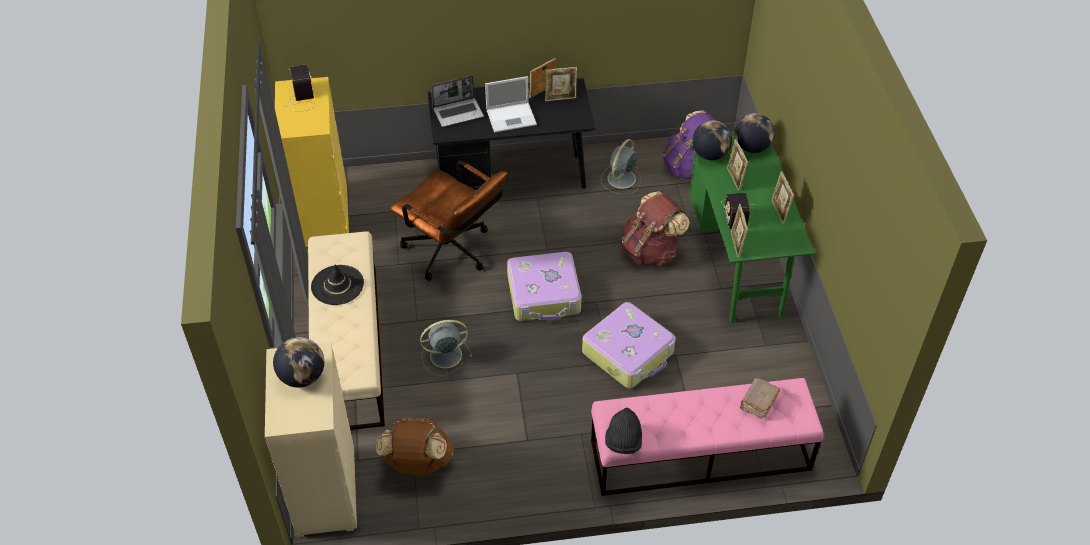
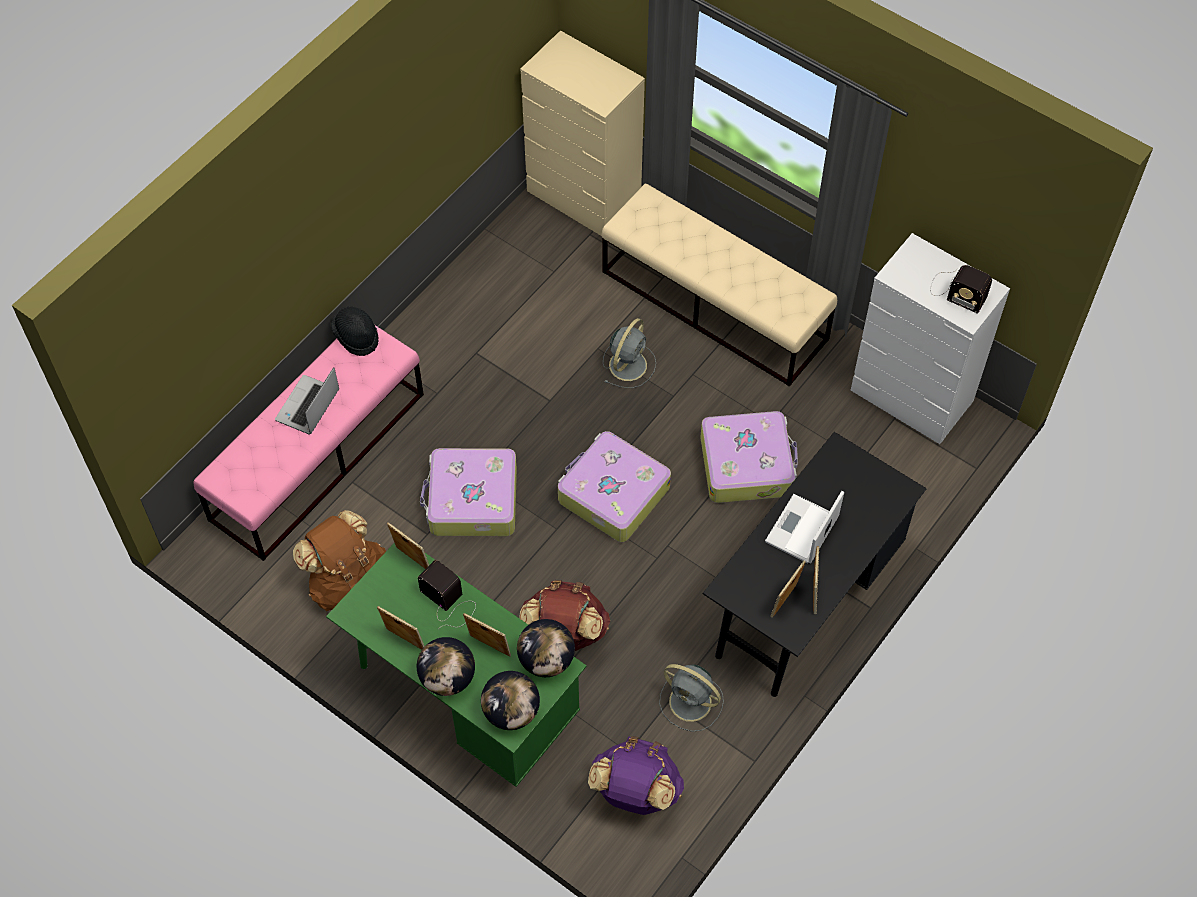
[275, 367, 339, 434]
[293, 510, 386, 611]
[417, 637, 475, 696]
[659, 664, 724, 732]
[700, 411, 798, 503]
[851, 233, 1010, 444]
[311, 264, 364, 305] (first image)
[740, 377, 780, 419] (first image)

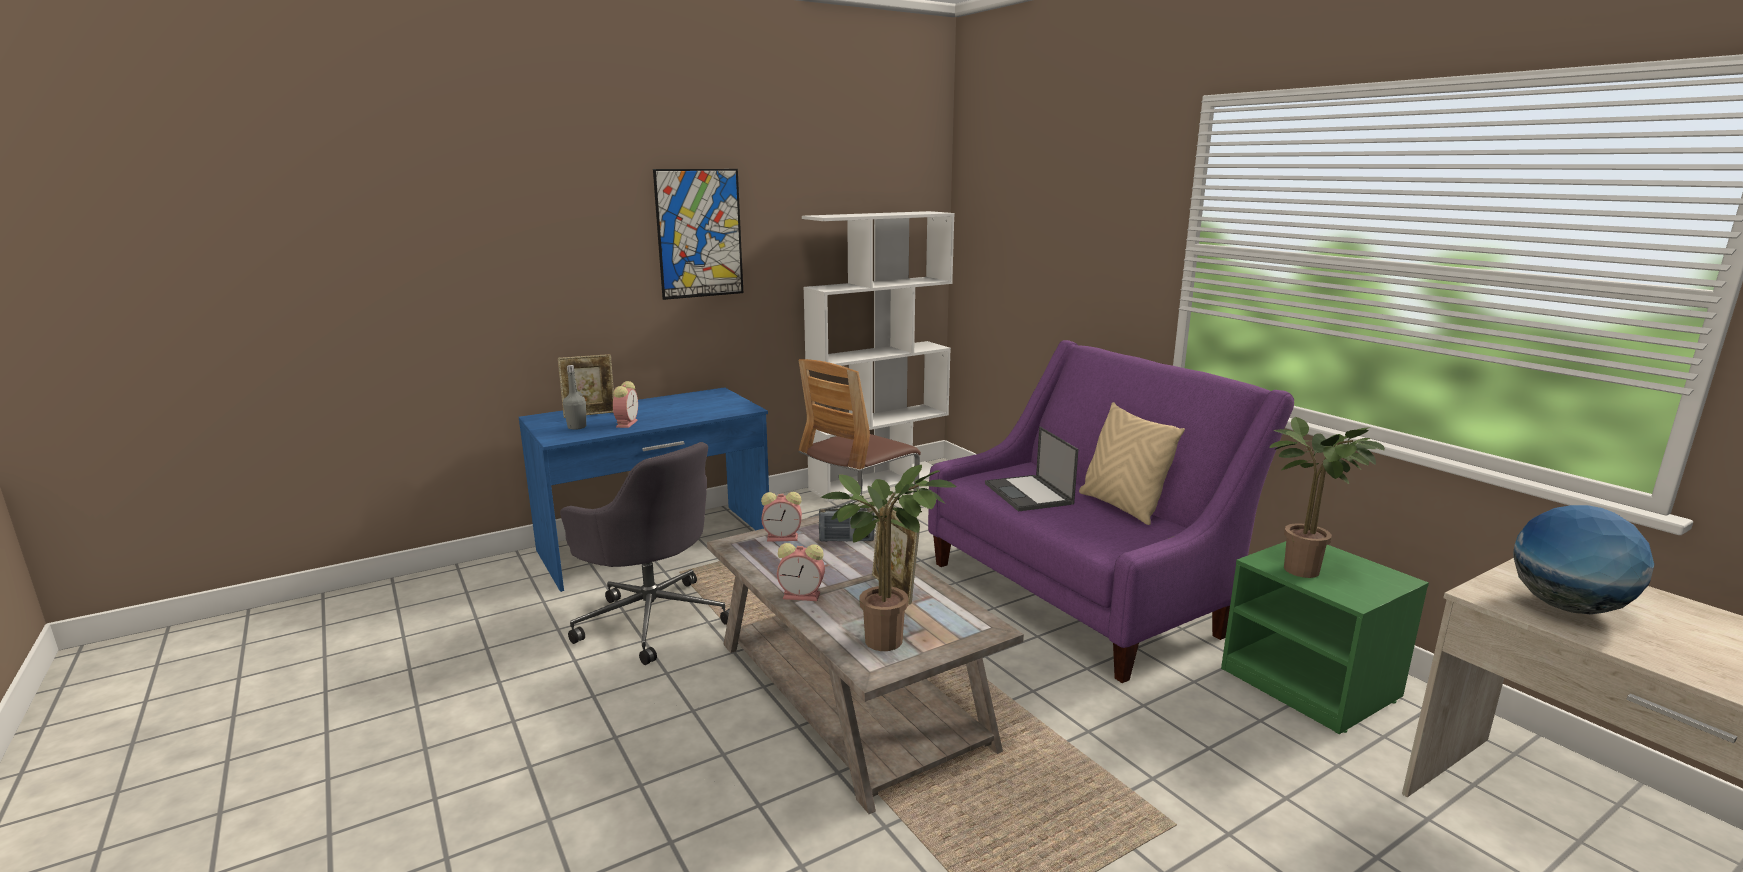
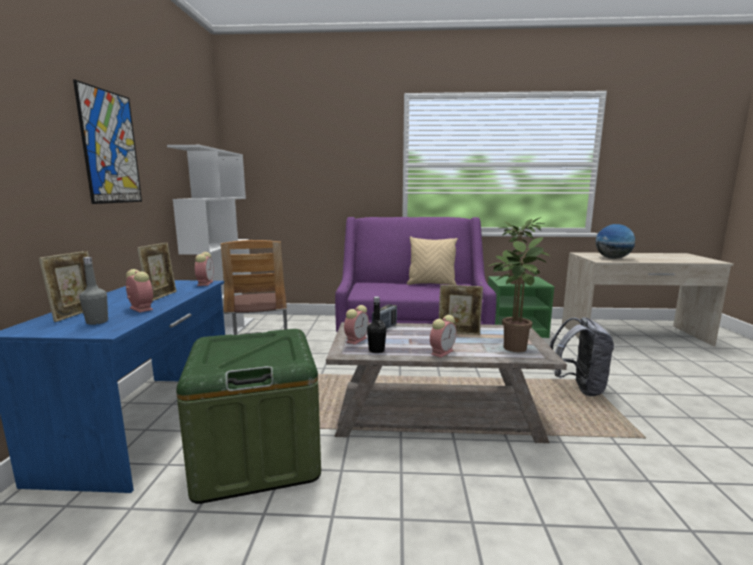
[137, 243, 176, 301]
[176, 329, 321, 504]
[195, 252, 213, 286]
[367, 296, 386, 353]
[550, 317, 614, 396]
[985, 426, 1079, 512] (first image)

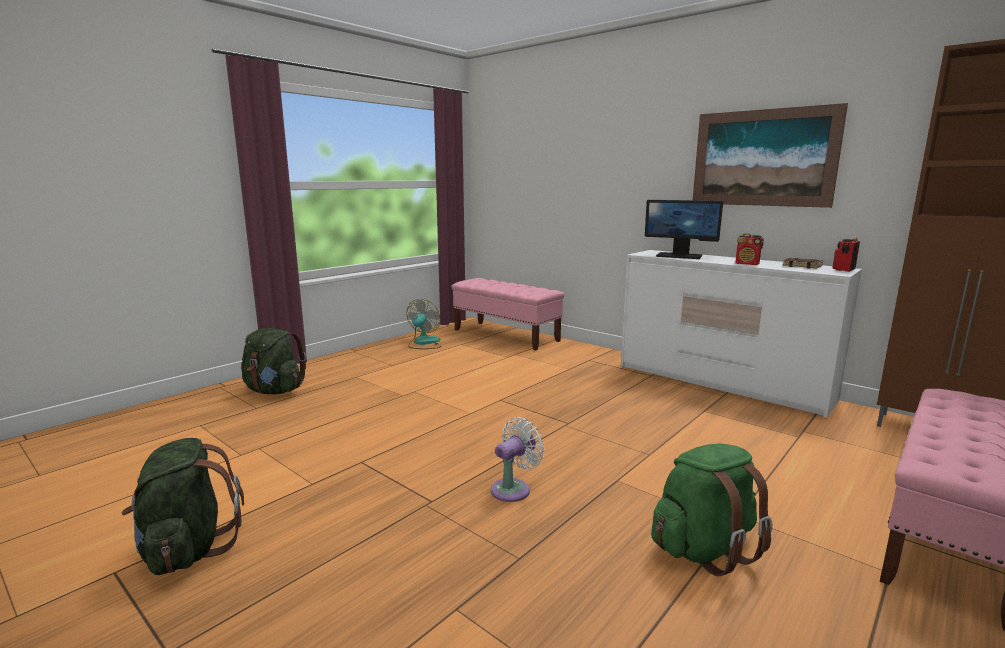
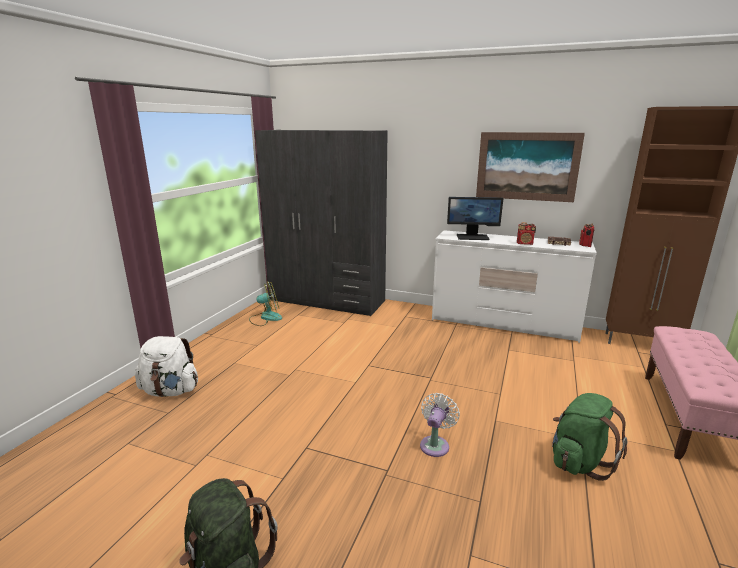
[135, 336, 198, 397]
[249, 281, 282, 326]
[255, 130, 388, 316]

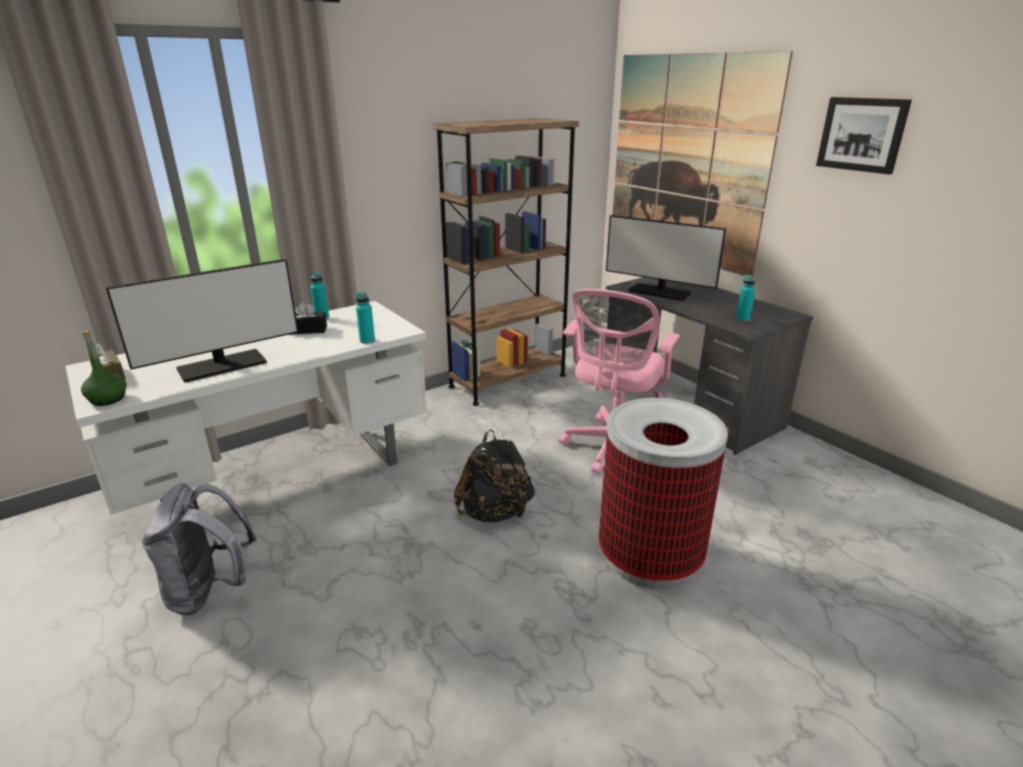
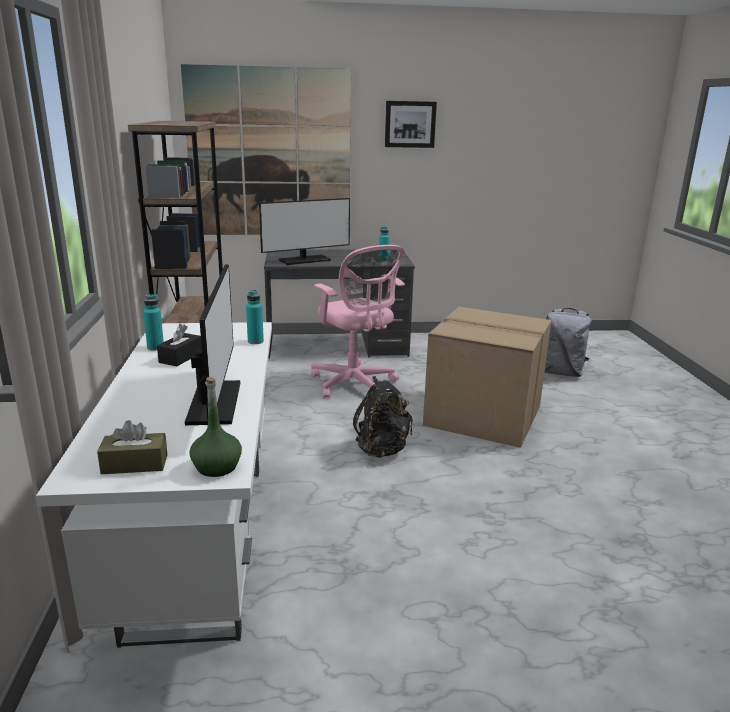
[423, 307, 552, 448]
[545, 308, 592, 377]

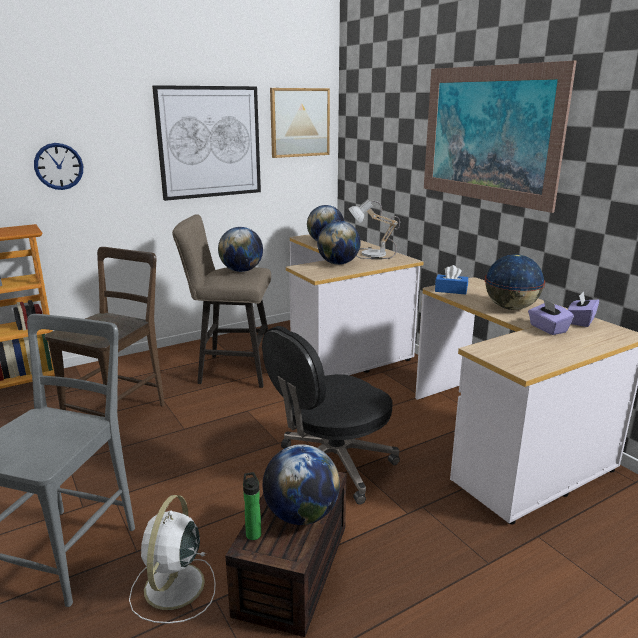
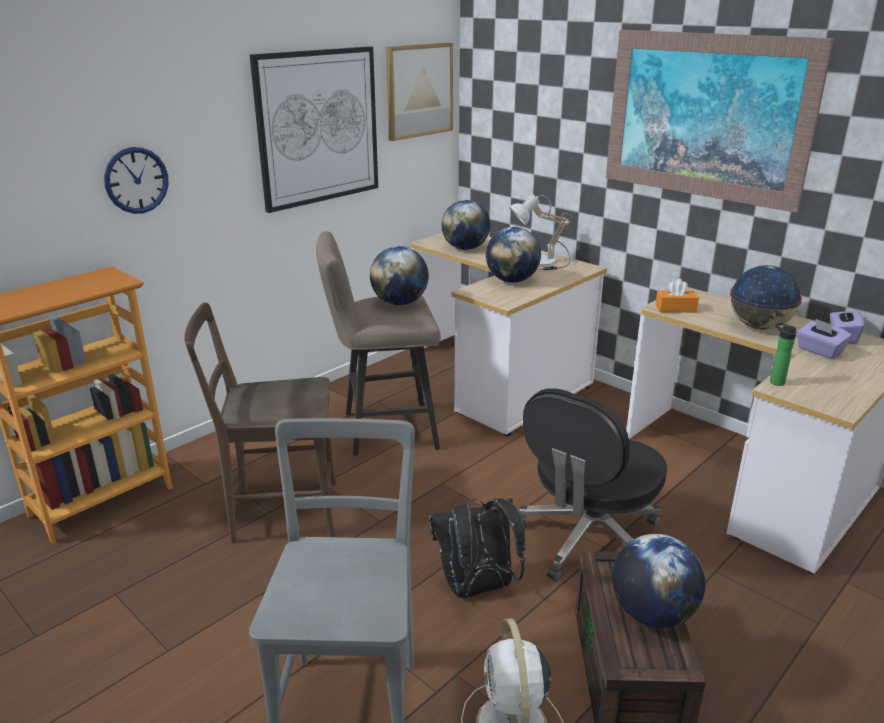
[184, 302, 337, 543]
[429, 498, 526, 598]
[656, 279, 699, 313]
[770, 323, 796, 386]

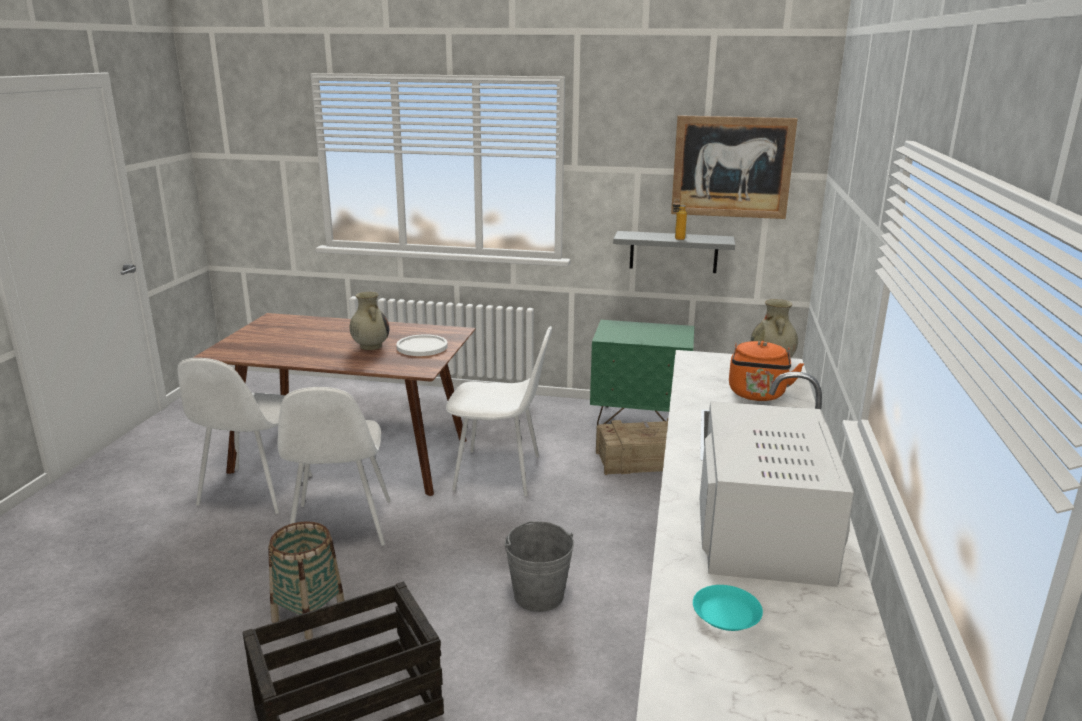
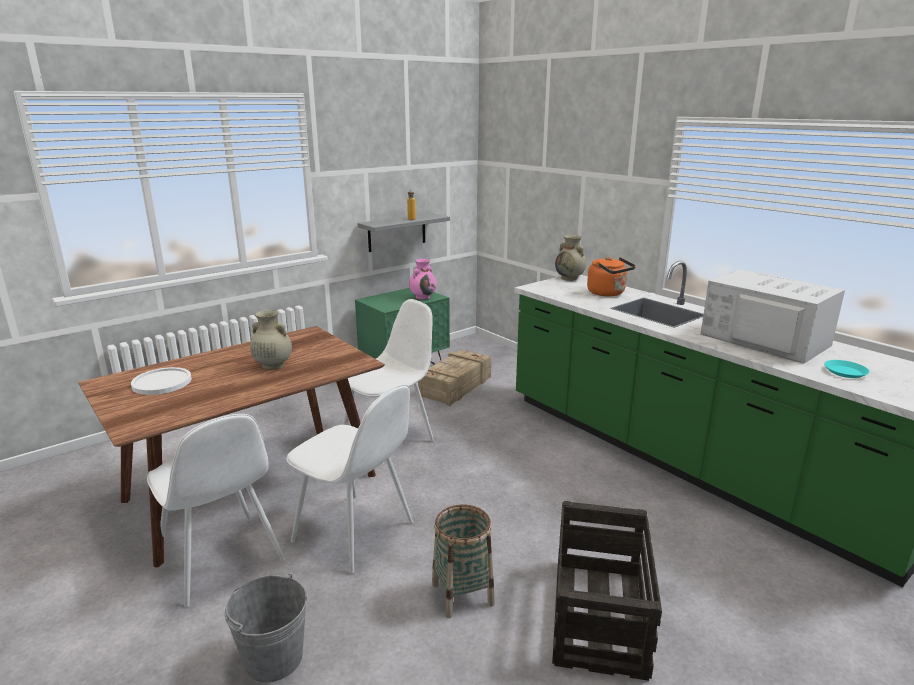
[131, 367, 192, 395]
[225, 574, 307, 683]
[409, 259, 436, 299]
[671, 115, 798, 219] (first image)

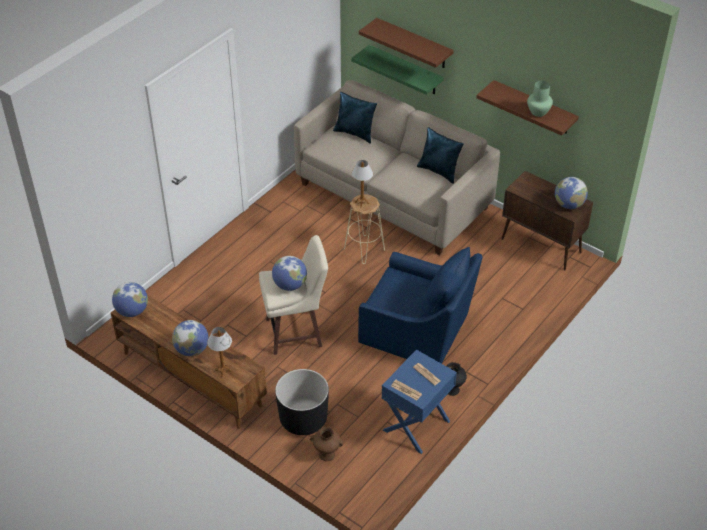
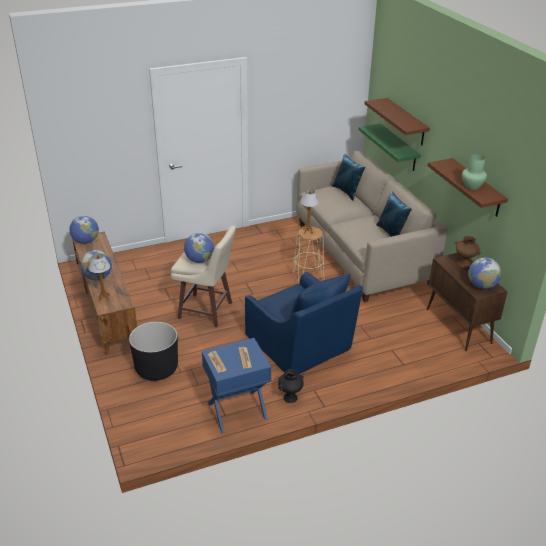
[455, 236, 481, 268]

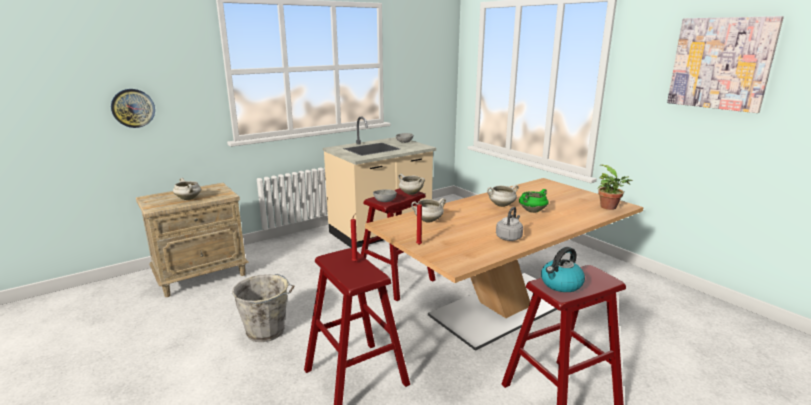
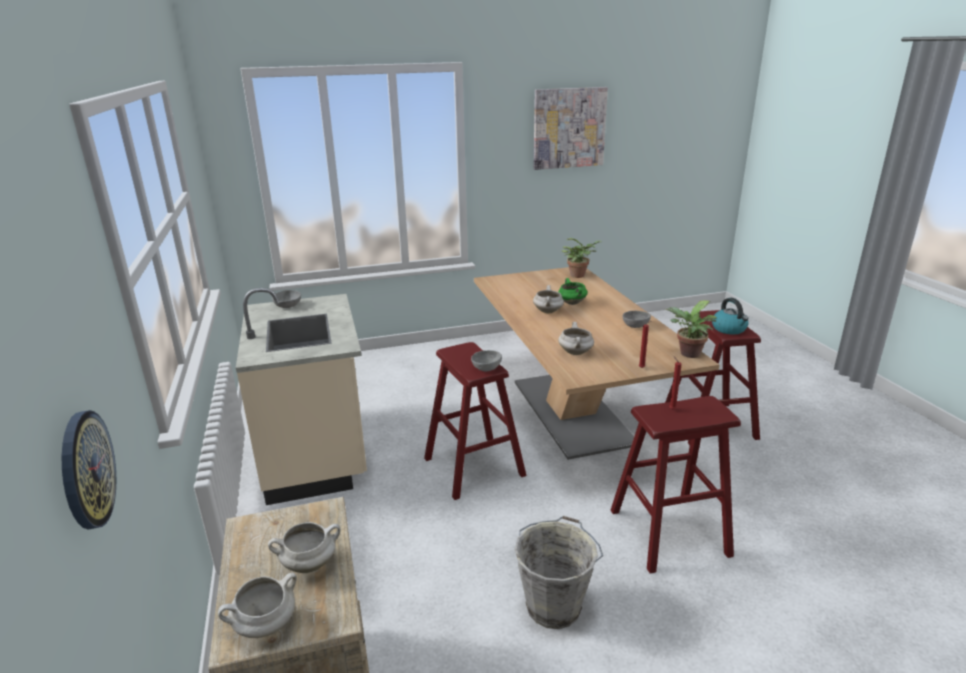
[218, 573, 297, 638]
[622, 311, 651, 328]
[665, 300, 717, 358]

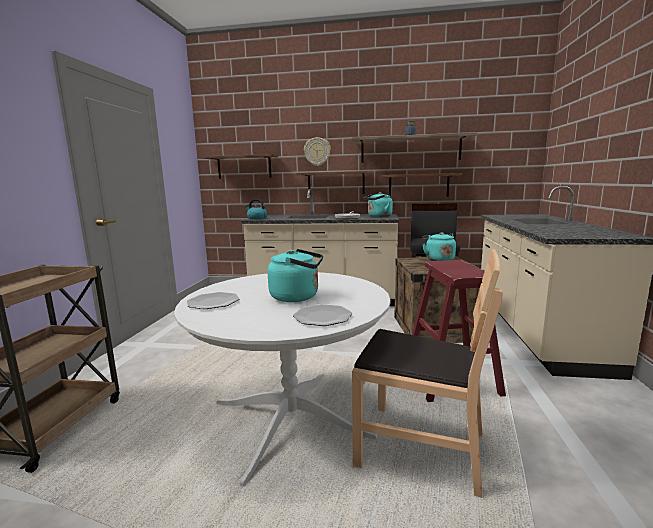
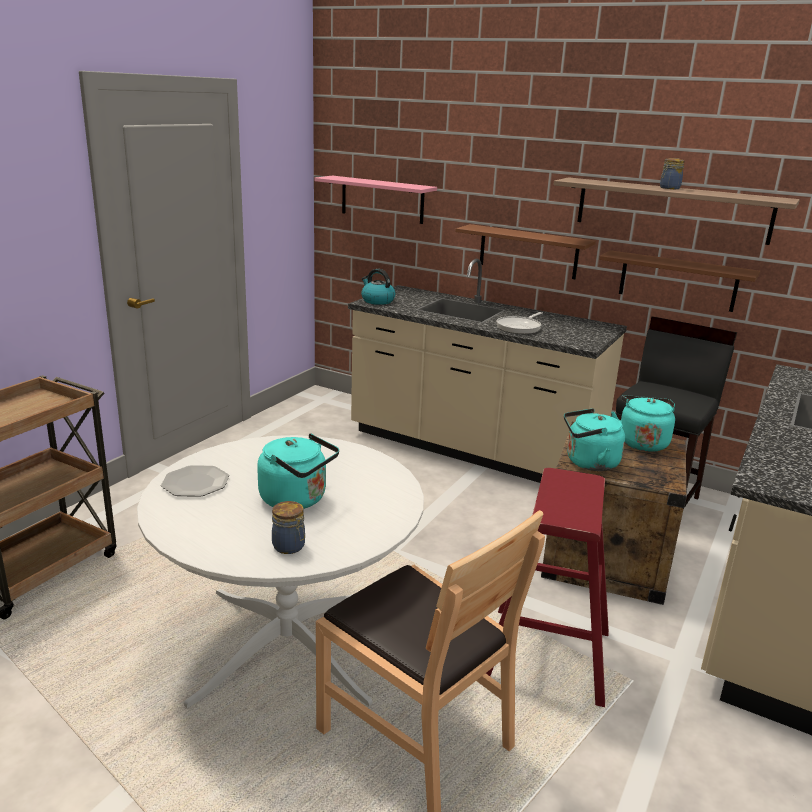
[272, 501, 305, 554]
[314, 176, 437, 224]
[564, 408, 625, 471]
[304, 137, 331, 166] (first image)

